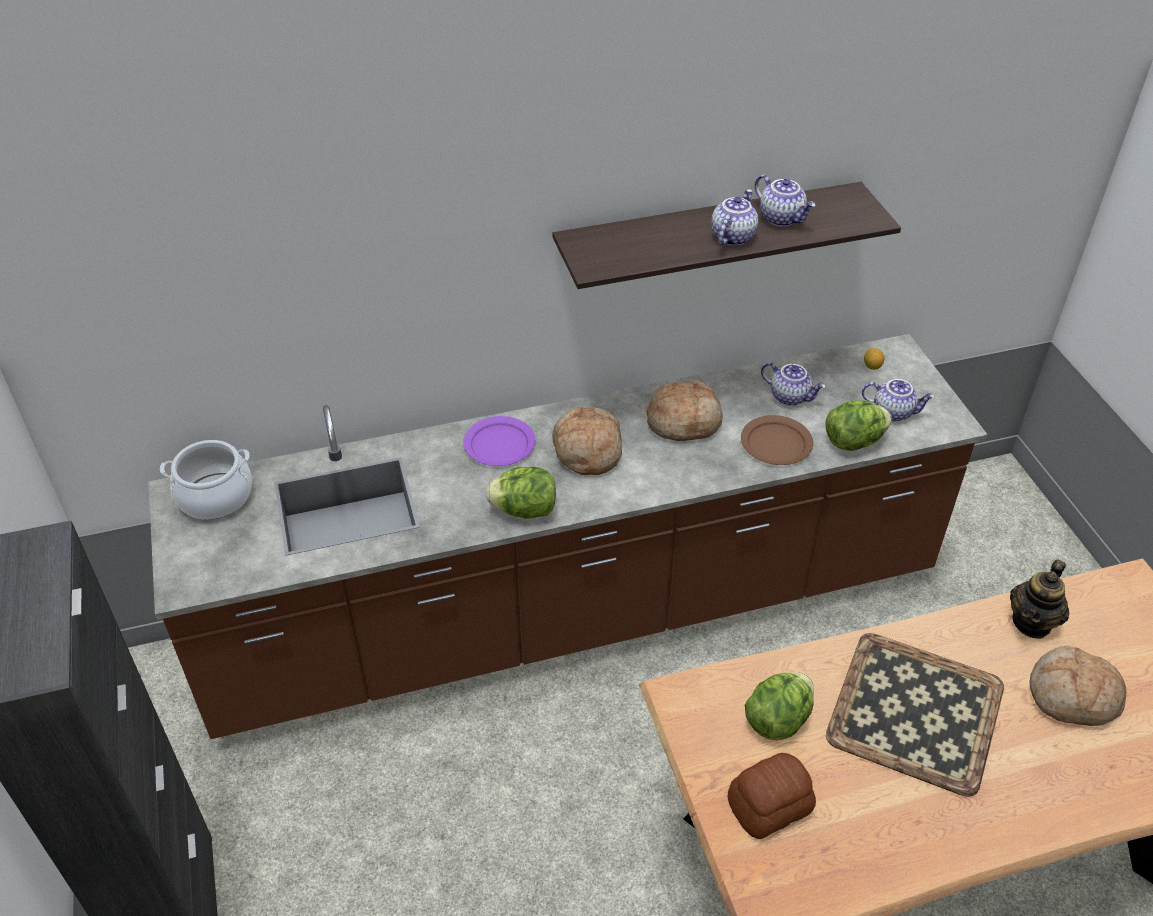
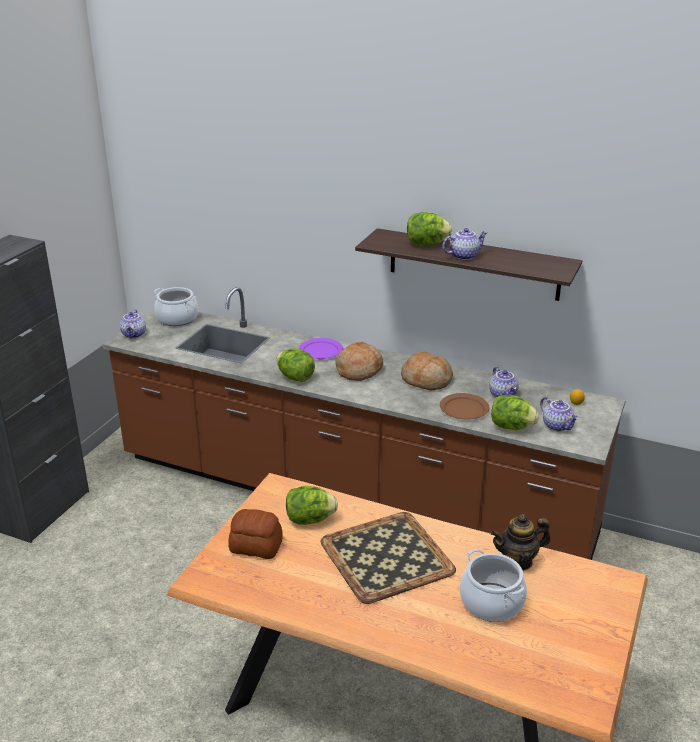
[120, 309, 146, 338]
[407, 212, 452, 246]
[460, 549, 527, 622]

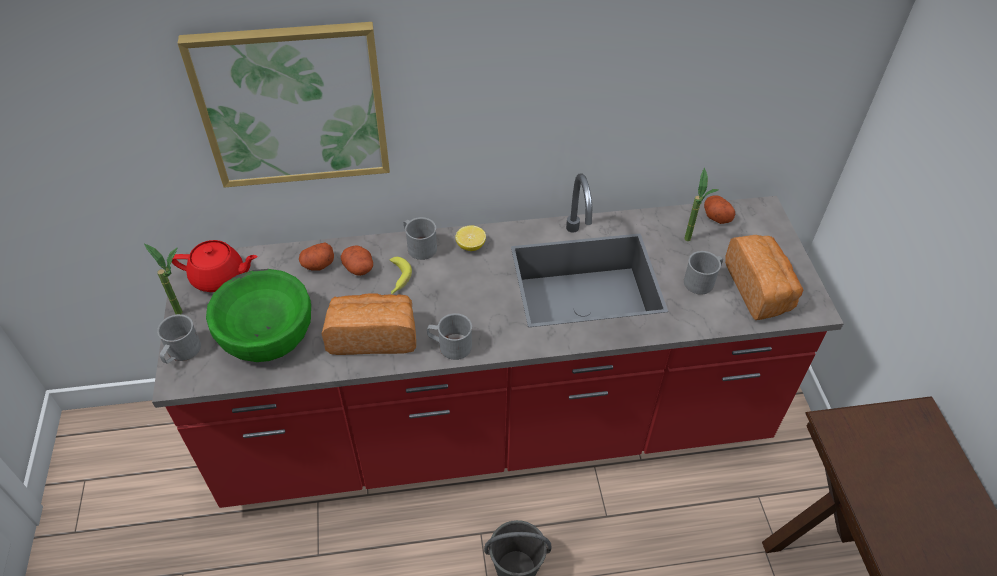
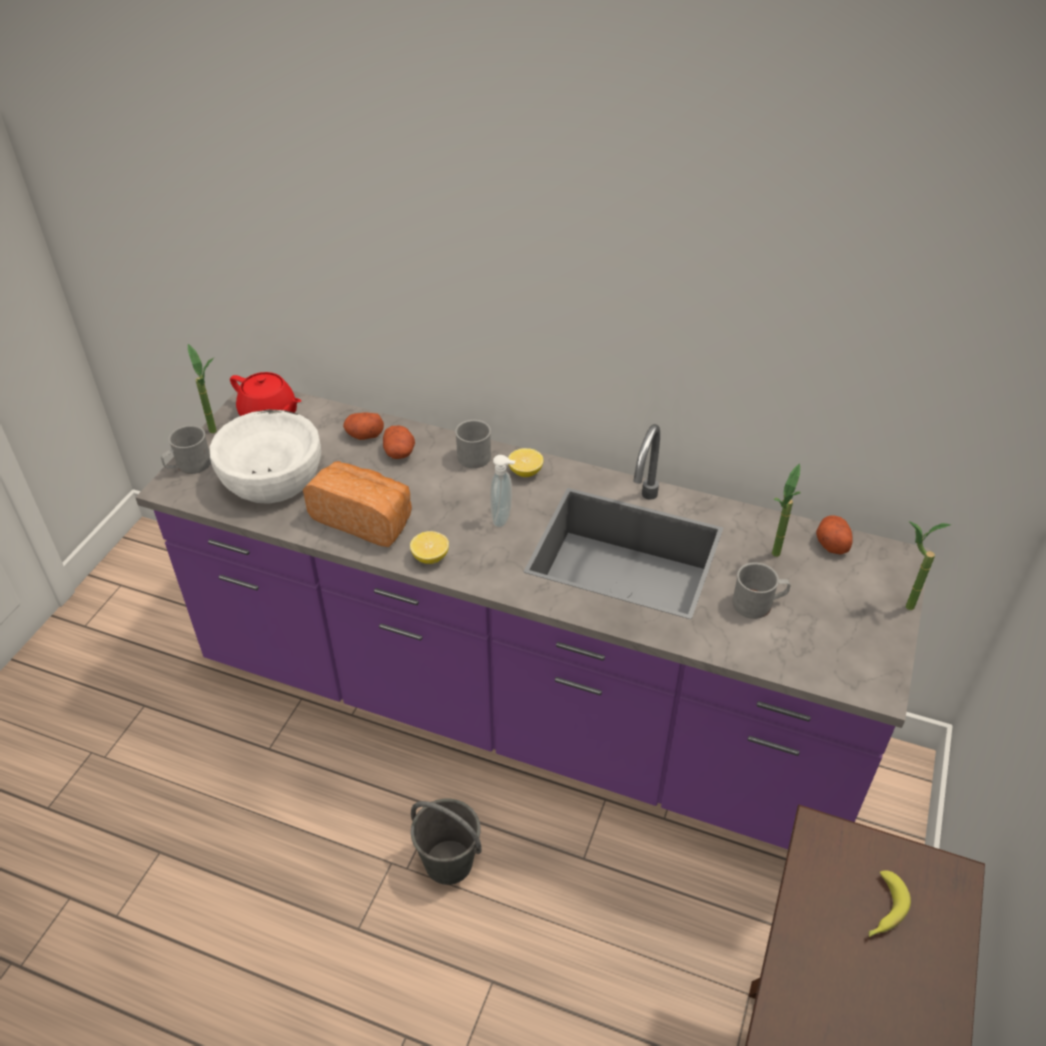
[135, 391, 930, 849]
[210, 410, 321, 504]
[410, 531, 449, 564]
[490, 455, 515, 527]
[869, 870, 911, 937]
[905, 521, 951, 610]
[178, 22, 390, 188] (first image)
[725, 235, 804, 320] (first image)

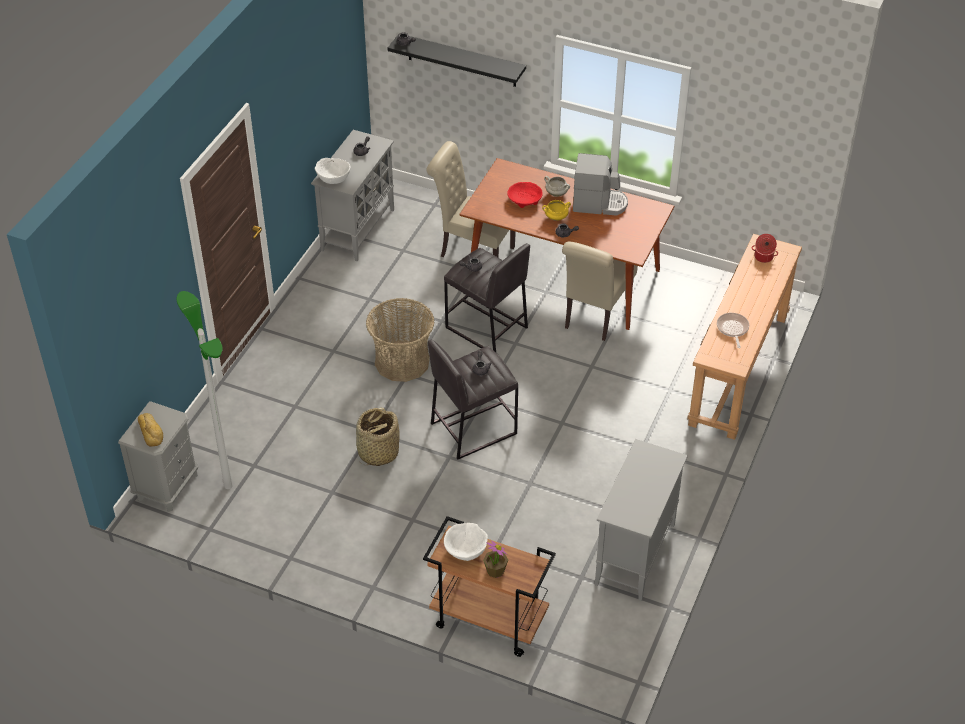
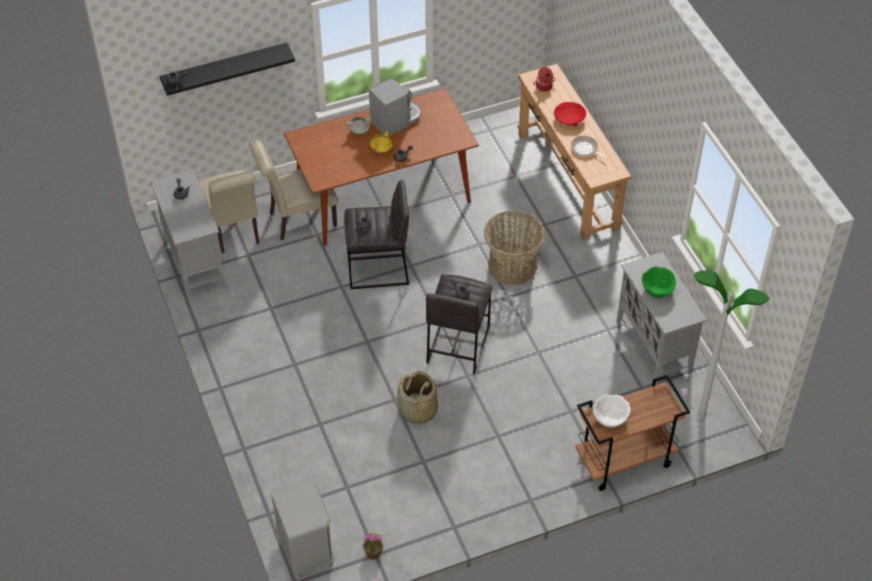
[198, 170, 260, 253]
[362, 533, 384, 560]
[484, 210, 545, 285]
[554, 102, 586, 126]
[642, 266, 676, 298]
[694, 270, 769, 419]
[138, 413, 163, 447] (first image)
[315, 158, 351, 184] (first image)

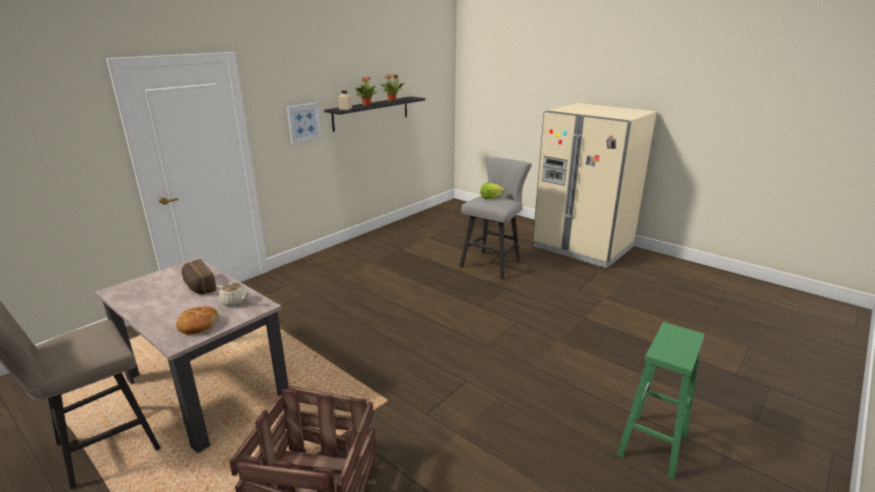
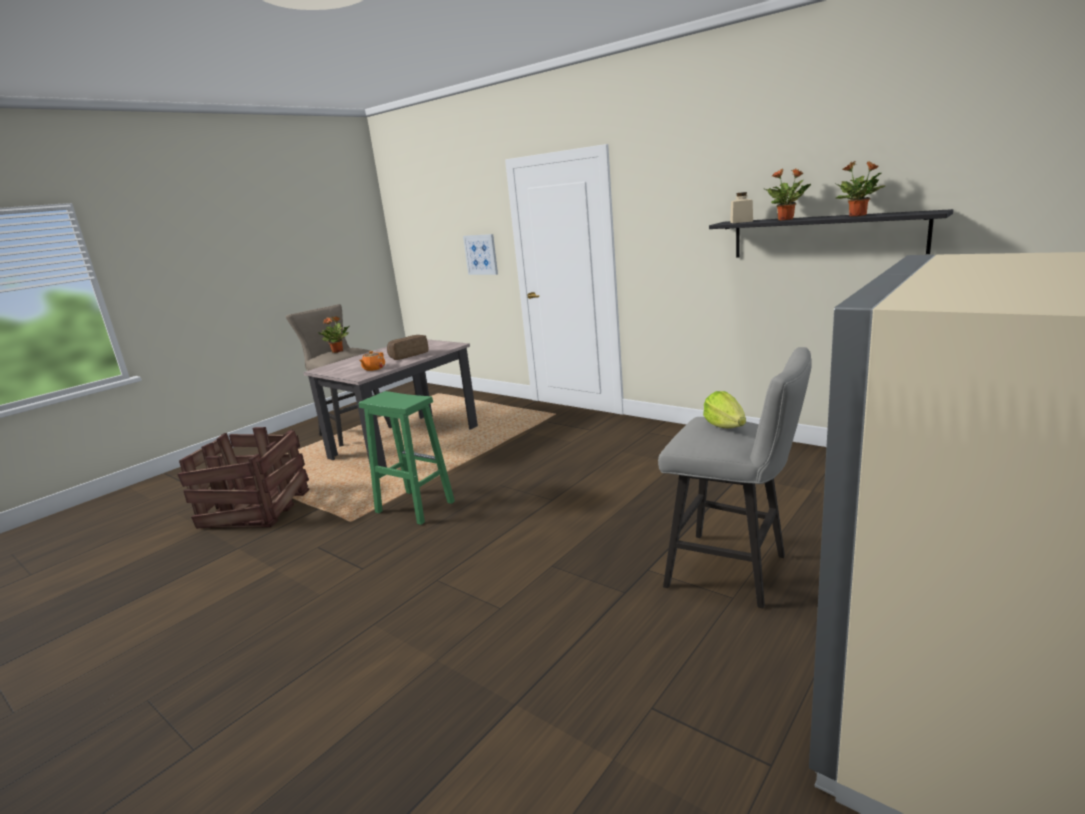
[319, 316, 349, 353]
[359, 351, 385, 371]
[359, 391, 455, 525]
[463, 234, 498, 275]
[176, 307, 219, 334] (first image)

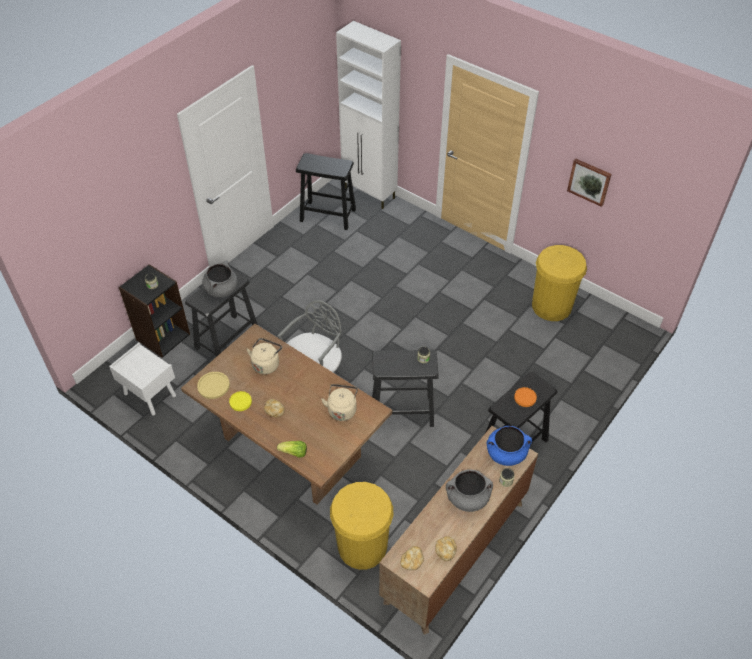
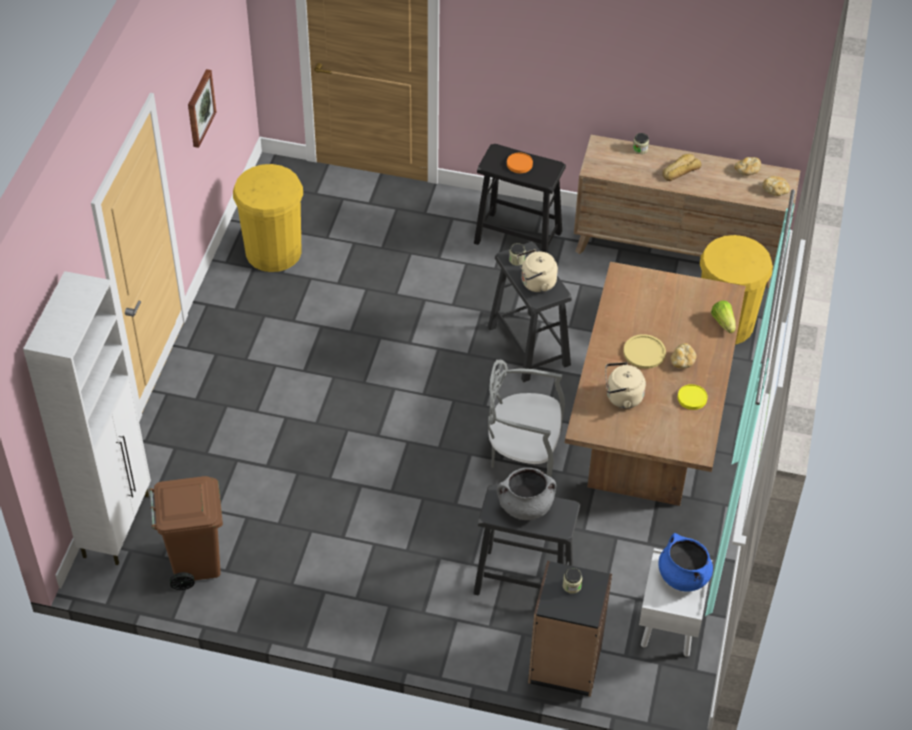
[149, 476, 223, 590]
[517, 249, 558, 292]
[623, 334, 666, 369]
[658, 533, 713, 592]
[663, 154, 701, 181]

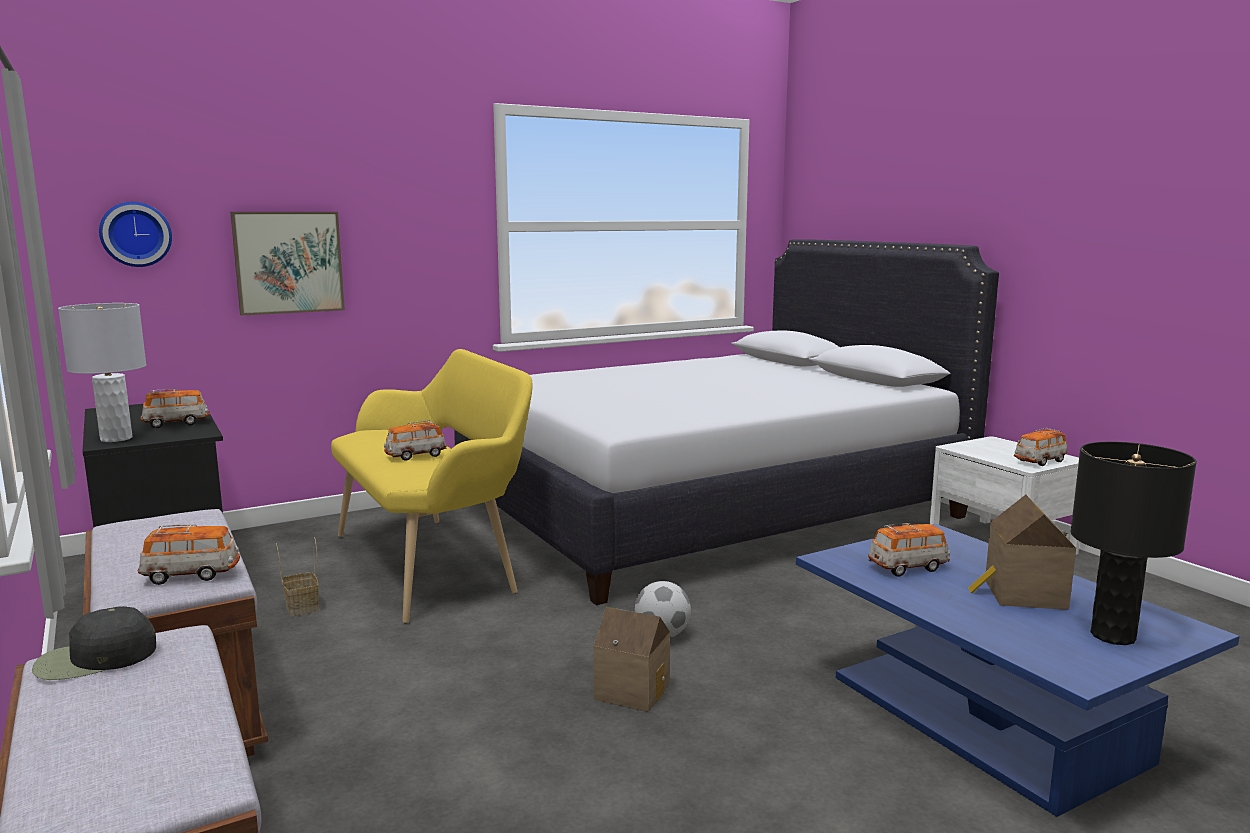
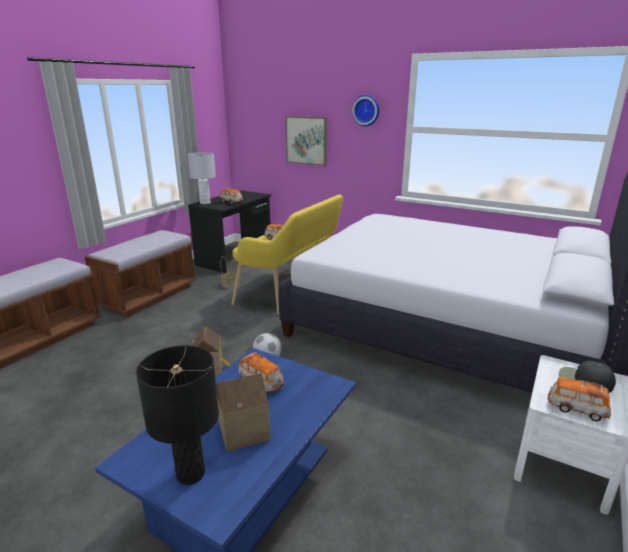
[352, 95, 379, 126]
[559, 361, 616, 393]
[138, 524, 240, 585] (first image)

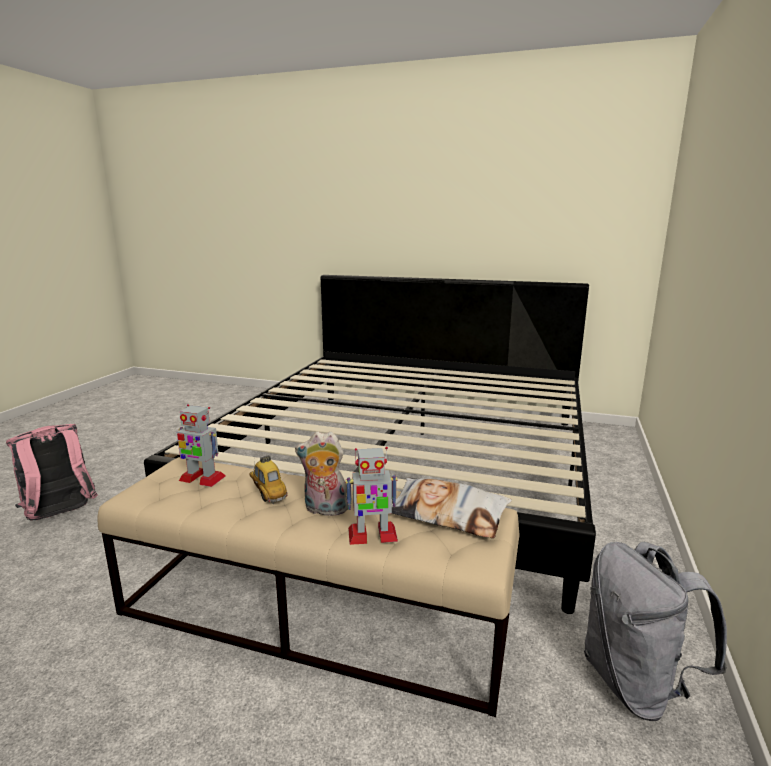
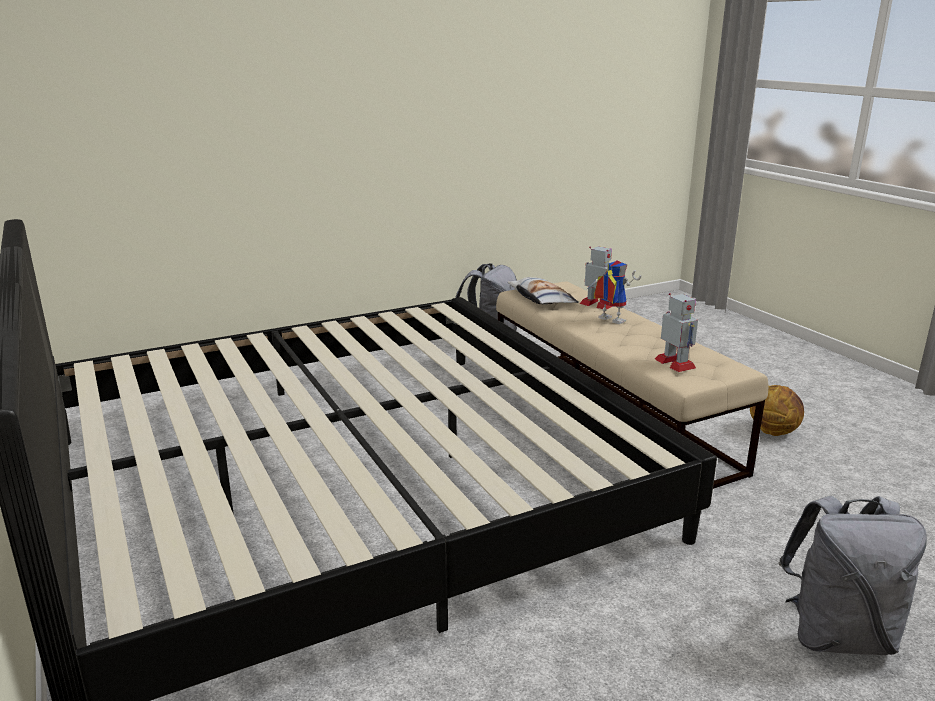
[586, 261, 642, 324]
[750, 385, 804, 436]
[778, 496, 927, 655]
[249, 455, 288, 504] (first image)

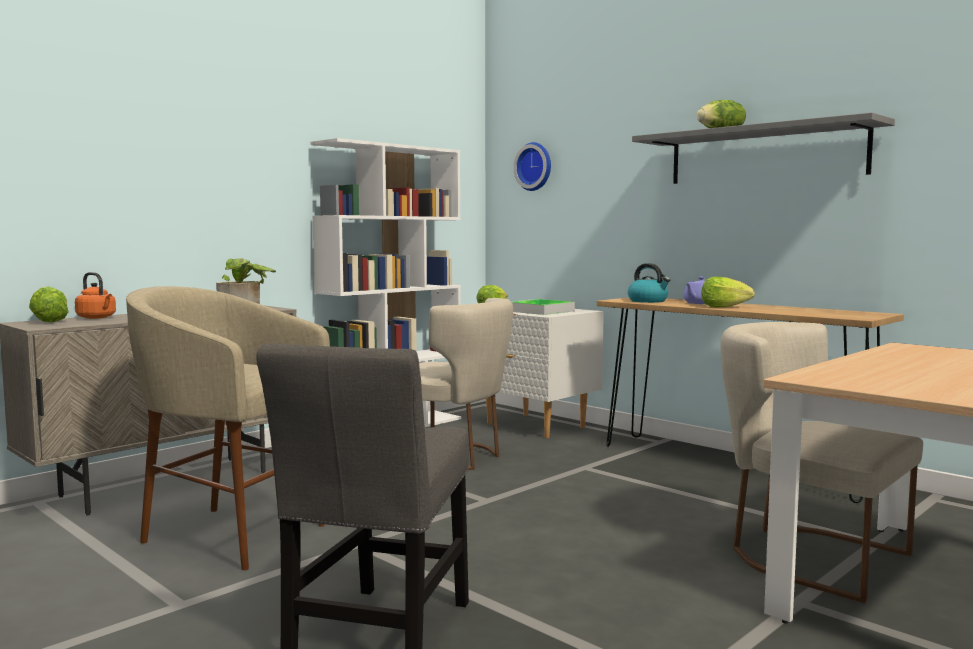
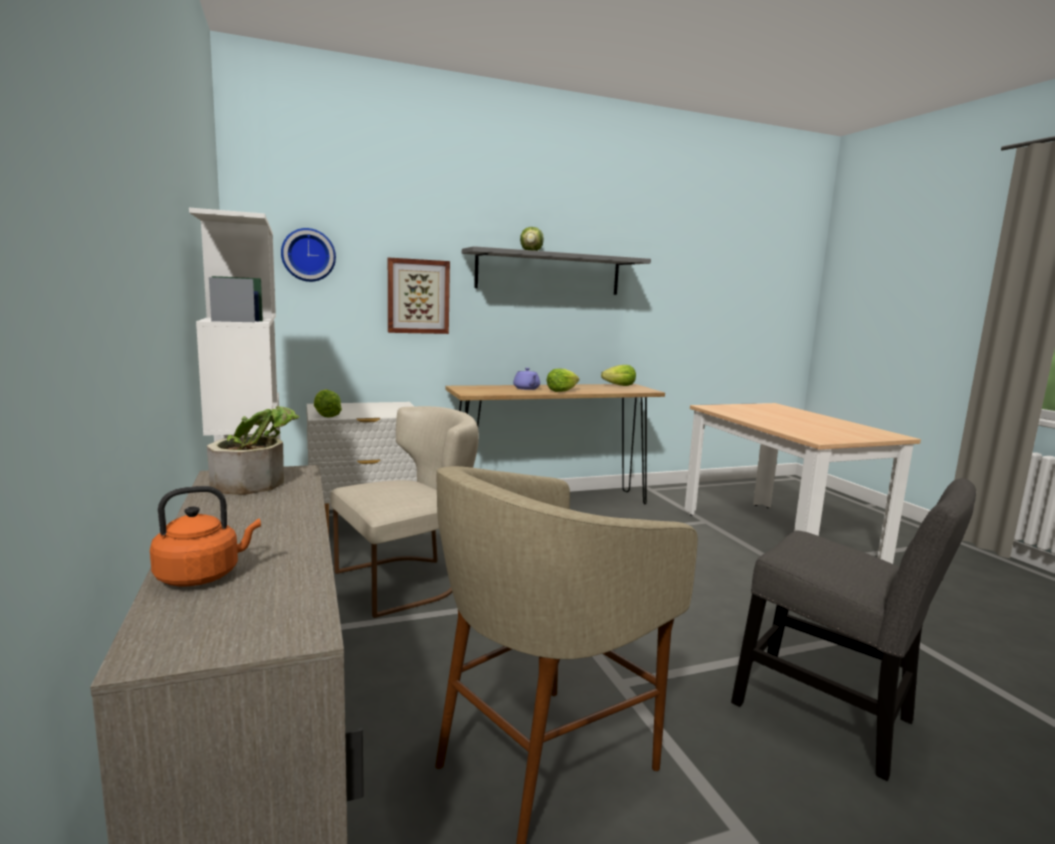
[388, 257, 450, 334]
[601, 365, 636, 386]
[511, 299, 575, 315] (first image)
[628, 263, 670, 303] (first image)
[720, 322, 923, 603] (first image)

